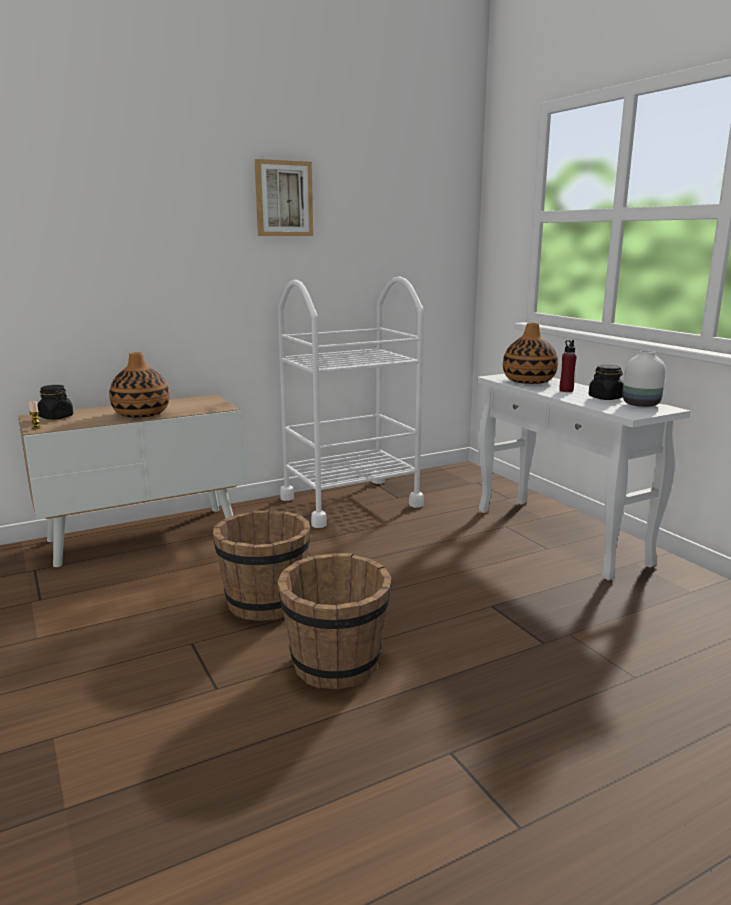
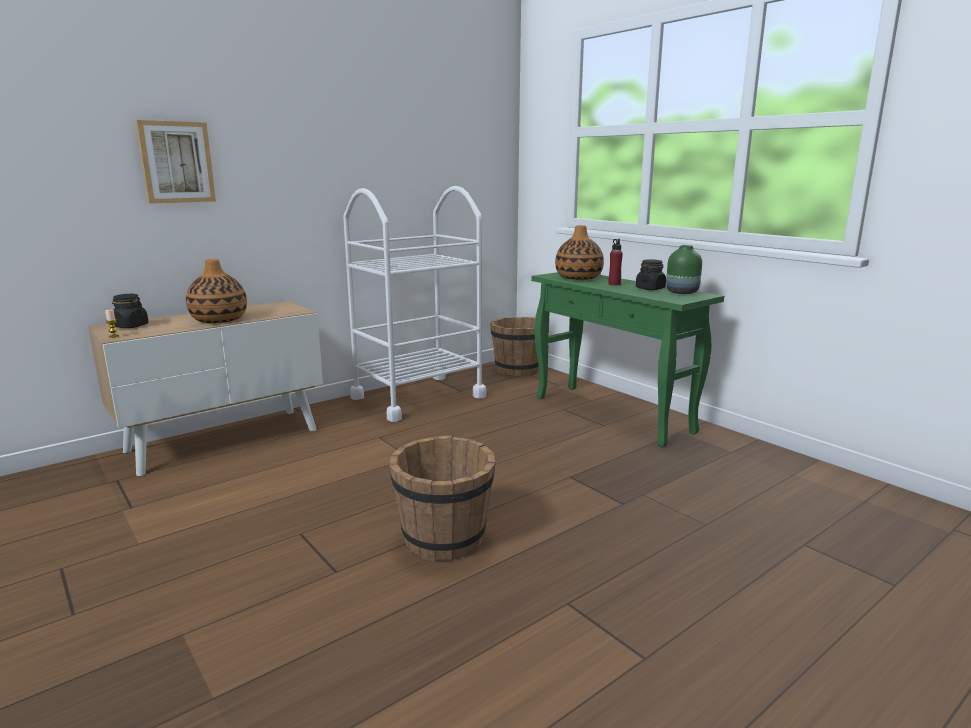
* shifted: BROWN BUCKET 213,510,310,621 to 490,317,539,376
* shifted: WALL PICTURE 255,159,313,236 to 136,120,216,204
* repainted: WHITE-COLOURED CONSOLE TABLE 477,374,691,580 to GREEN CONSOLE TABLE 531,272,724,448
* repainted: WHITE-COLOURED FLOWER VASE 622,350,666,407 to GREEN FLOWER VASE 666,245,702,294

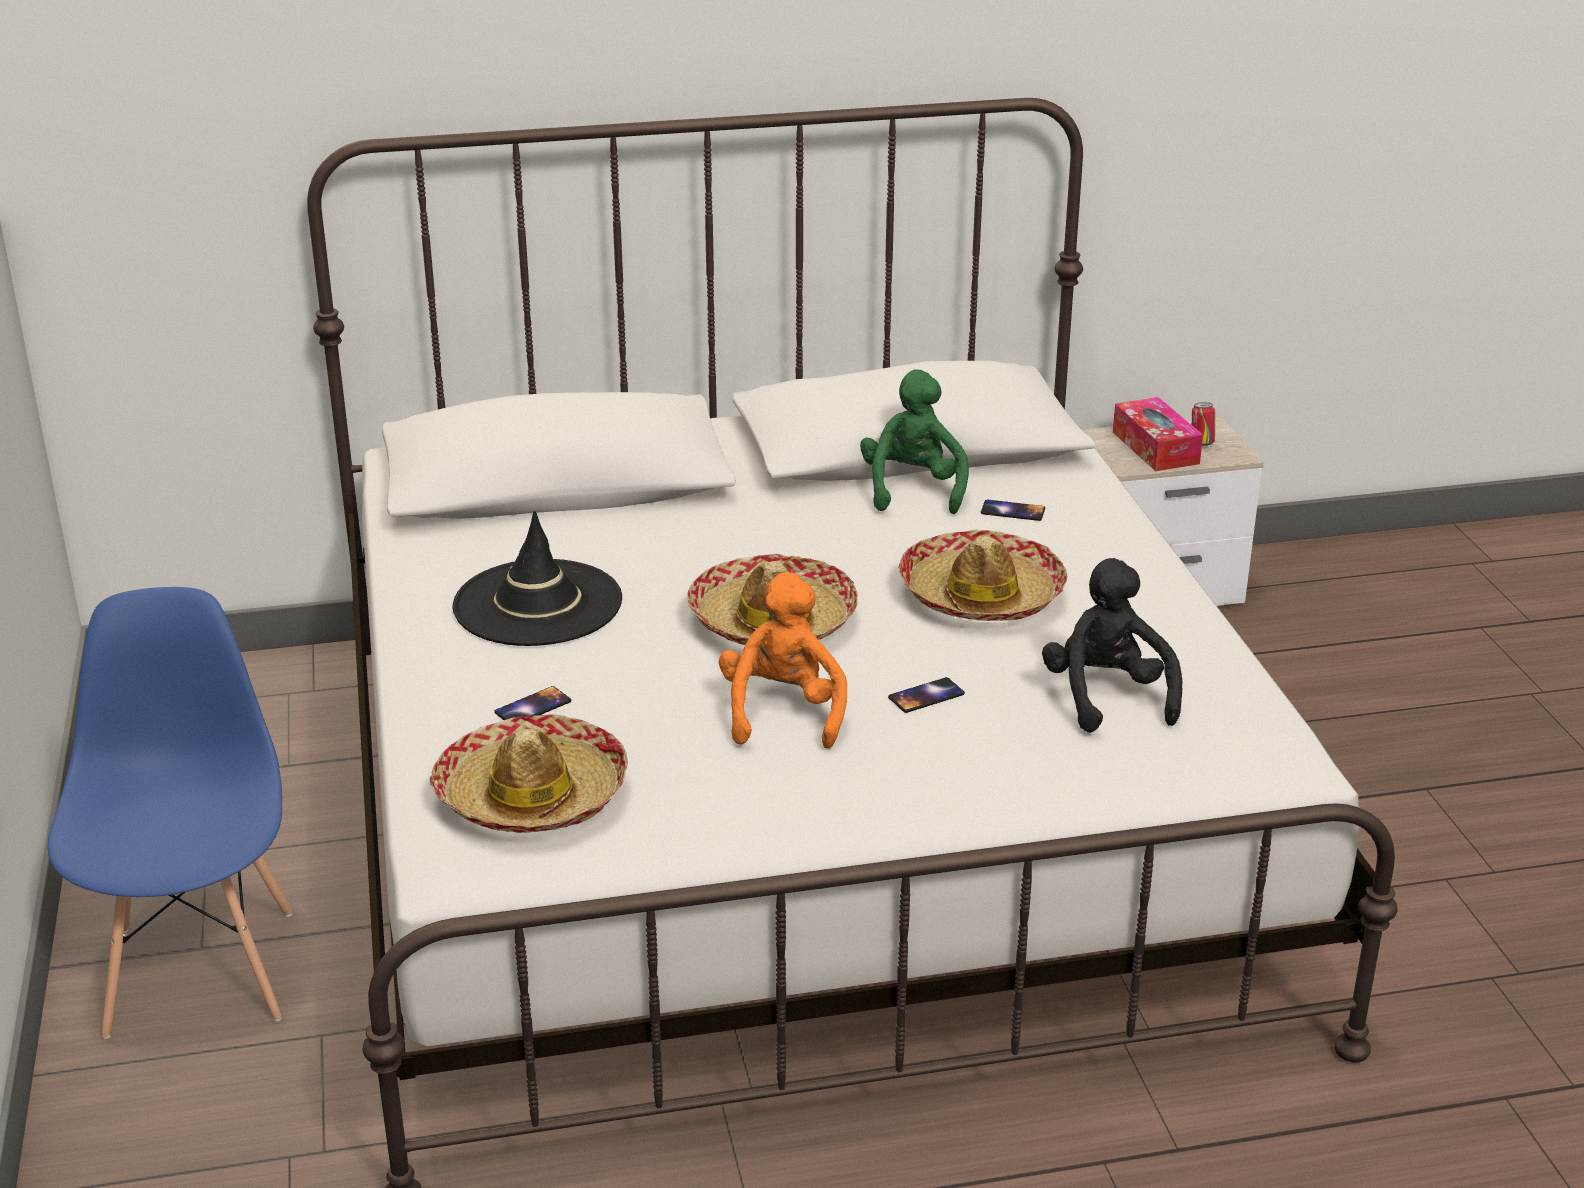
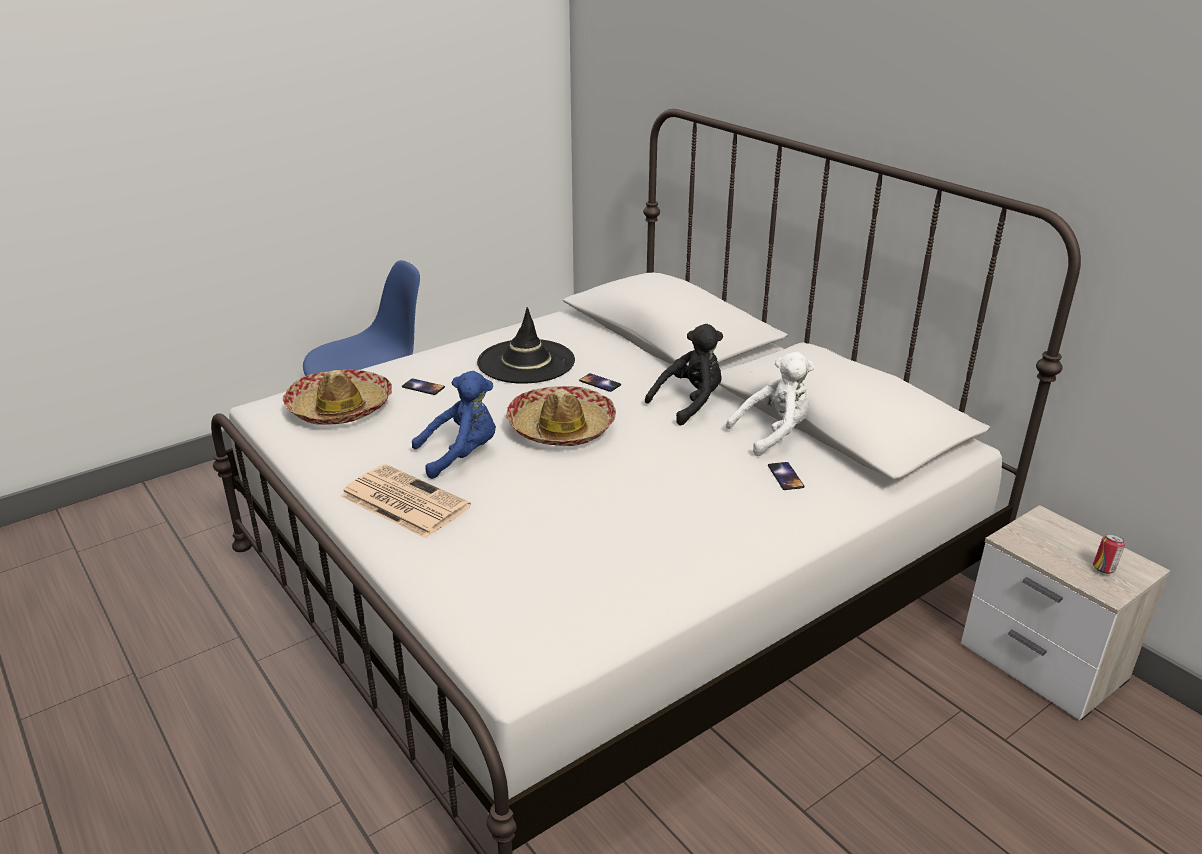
* gone: HAT 898,530,1067,621
* gone: BOX OF TISSUES 1113,397,1203,471
* new: NEWSPAPER 340,464,471,538
* shifted: TELEPHONE 888,677,965,713 to 579,373,621,392
* shifted: BLACKISH SOFT TOY 1042,558,1183,733 to 645,324,723,425
* repainted: ORANGE-COLOURED SOFT TOY 719,572,847,749 to BLUE SOFT TOY 412,371,496,479
* repainted: GREEN SOFT TOY 860,369,969,514 to WHITE-COLOURED SOFT TOY 726,352,815,456

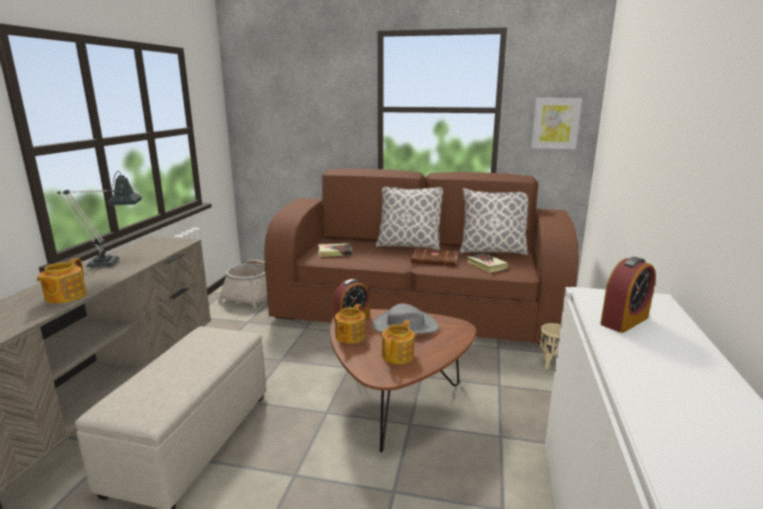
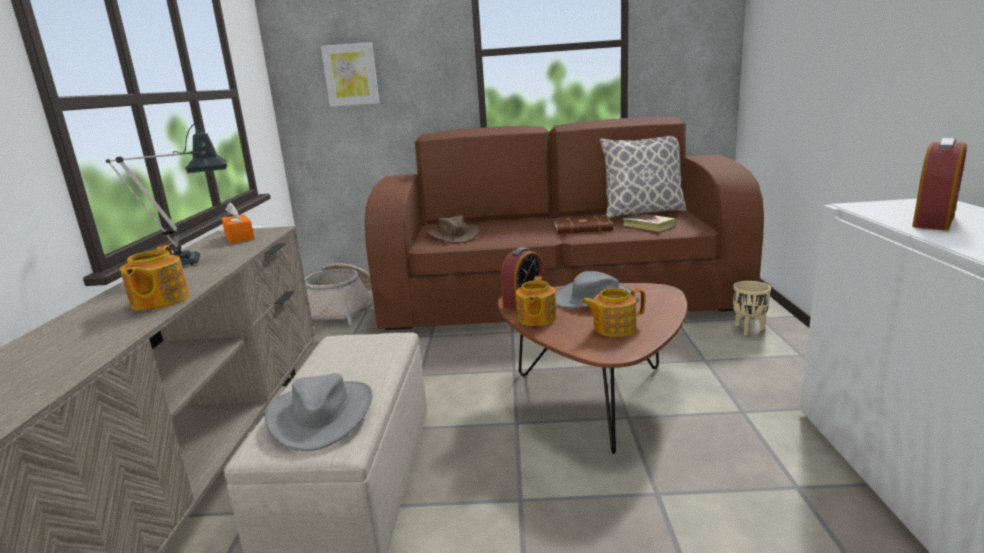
* gone: THROW PILLOW 376,187,443,250
* new: ORANGE-COLOURED BOX OF TISSUES 221,202,255,243
* new: GREYISH HAT 265,373,372,451
* shifted: WALL PICTURE 531,98,582,149 to 321,42,379,107
* swapped: VOLUME 318,243,352,257 to BROWN HAT 426,215,480,243
* rotated: TEAPOT 382,320,414,364 = 582,288,645,337 120 degrees counterclockwise

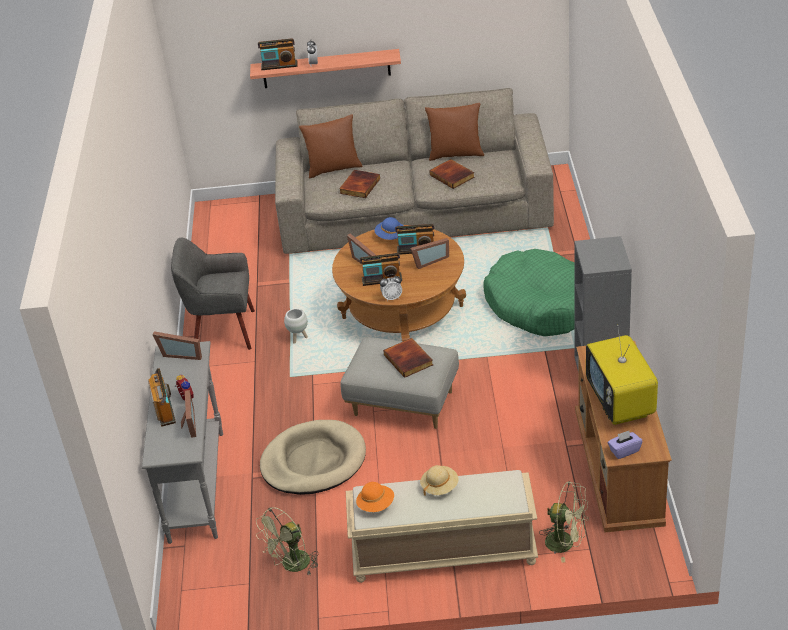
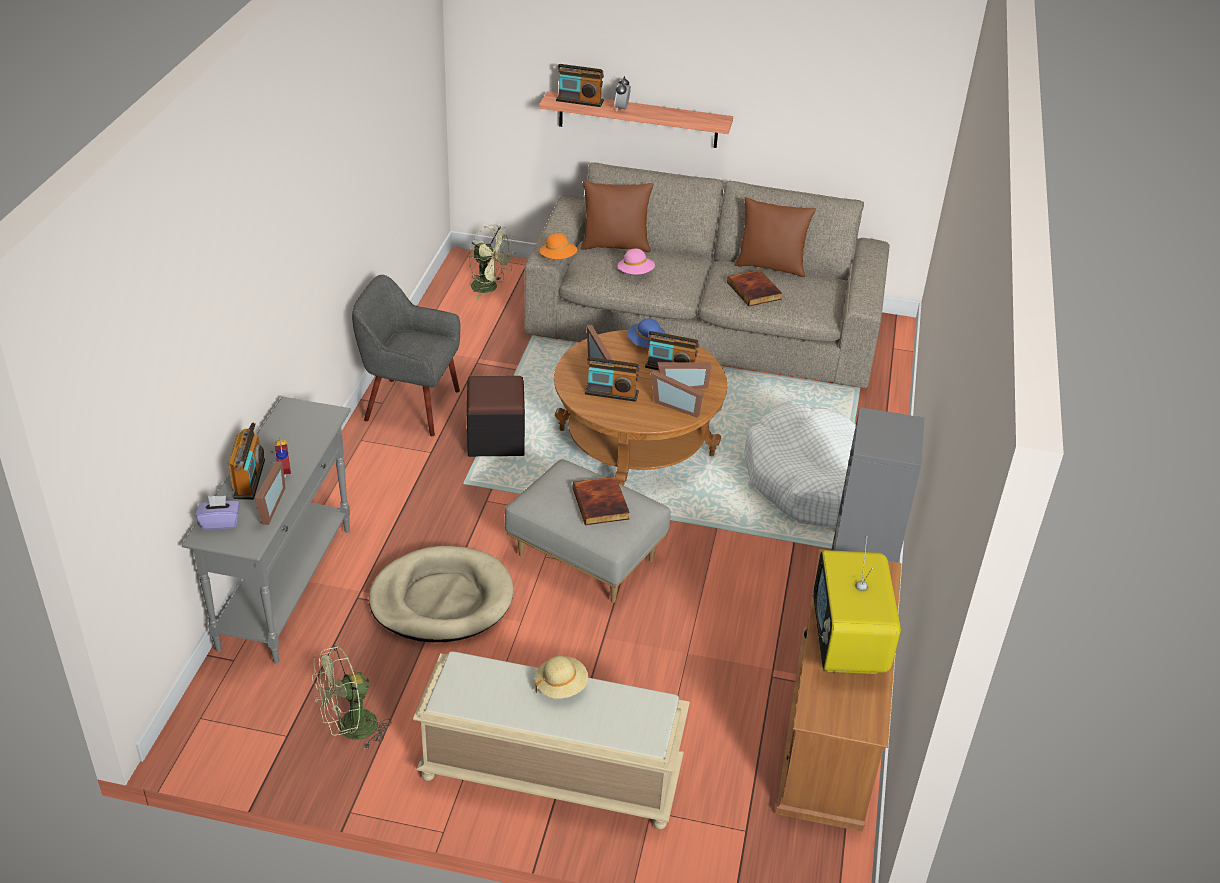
* gone: TABLE CLOCK 380,274,402,301
* shifted: STANDING FRAME 152,331,202,360 to 651,370,703,418
* shifted: ORANGE-COLOURED HAT 356,482,394,512 to 540,233,578,259
* shifted: GREEN COOLING FAN 539,481,589,563 to 469,224,517,299
* shifted: PURPLE BOX OF TISSUES 608,431,643,459 to 196,496,240,530
* swapped: WHITE-COLOURED PLANTER 284,308,308,344 to BLACKISH FOOTREST 467,376,525,457
* swapped: VOLUME 339,170,380,198 to PINKISH HAT 618,248,655,275
* repainted: GREEN DOG BED 483,249,574,336 to WHITE-COLOURED DOG BED 744,404,856,527

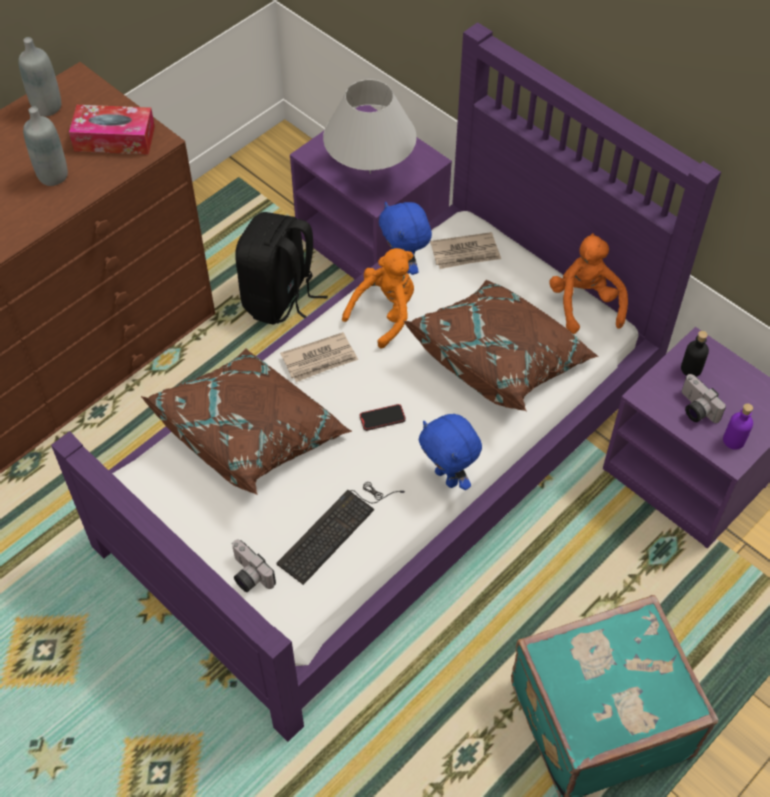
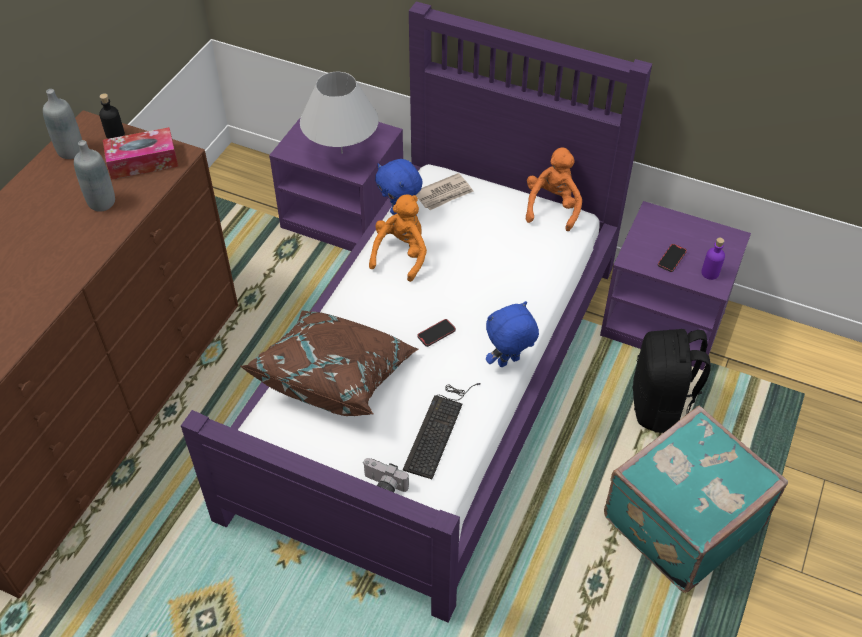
* gone: NEWSPAPER 280,332,358,382
* gone: BROWN THROW PILLOW 403,279,599,411
* shifted: BLACKISH RUCKSACK 235,212,328,324 to 633,329,711,433
* shifted: BLACKISH DRINK BOTTLE 681,331,709,377 to 99,93,125,139
* swapped: PHOTO CAMERA 682,374,726,423 to TELEPHONE 658,244,687,272
* rotated: BLUE SOFT TOY 418,414,482,490 = 486,301,539,367 120 degrees clockwise
* rotated: ORANGE-COLOURED SOFT TOY 549,233,628,334 = 526,147,582,231 45 degrees clockwise

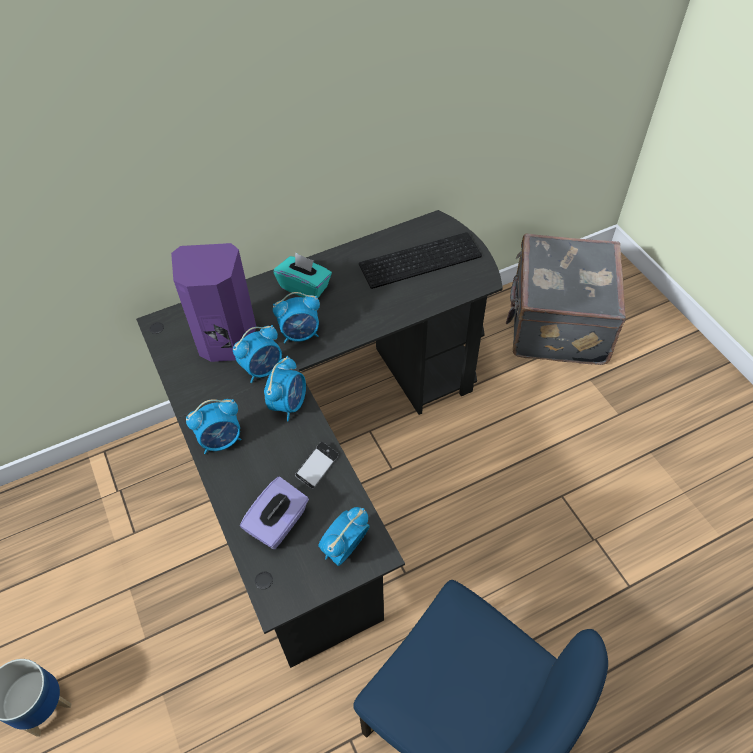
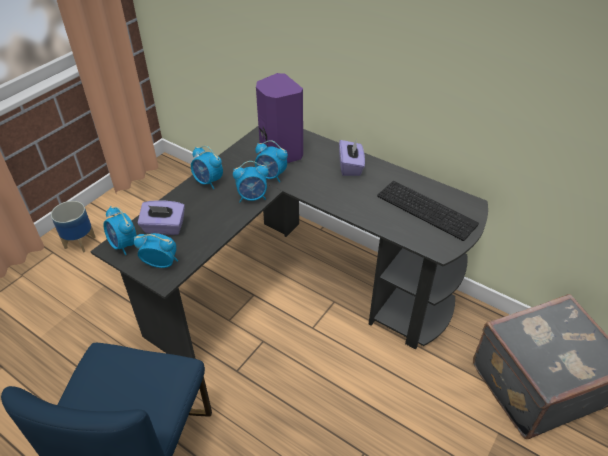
* gone: TELEPHONE 295,442,339,489
* shifted: TABLE CLOCK 273,292,320,344 to 103,206,137,255
* repainted: TURQUOISE-COLOURED BOX OF TISSUES 273,252,332,298 to PURPLE BOX OF TISSUES 339,139,365,176

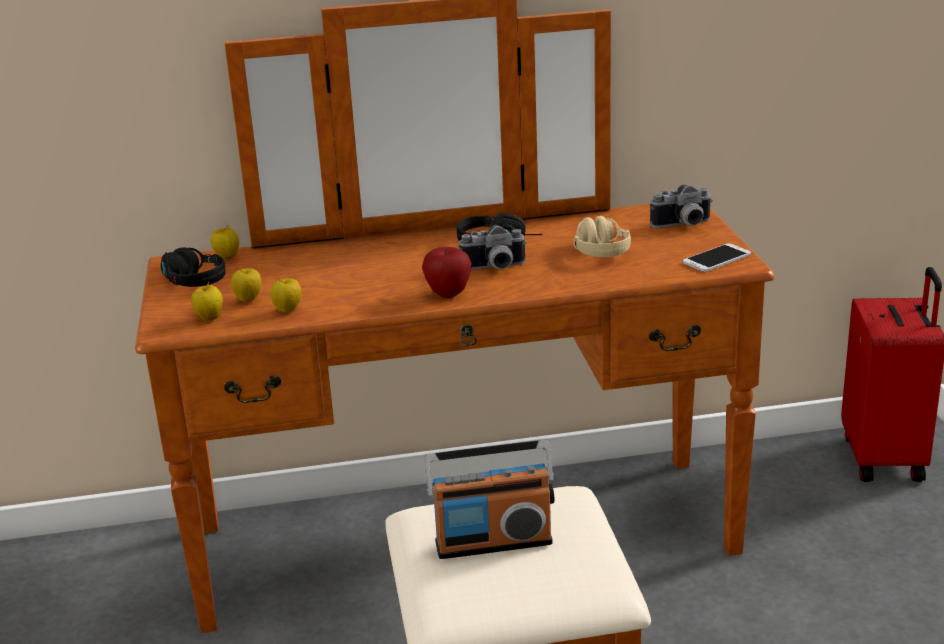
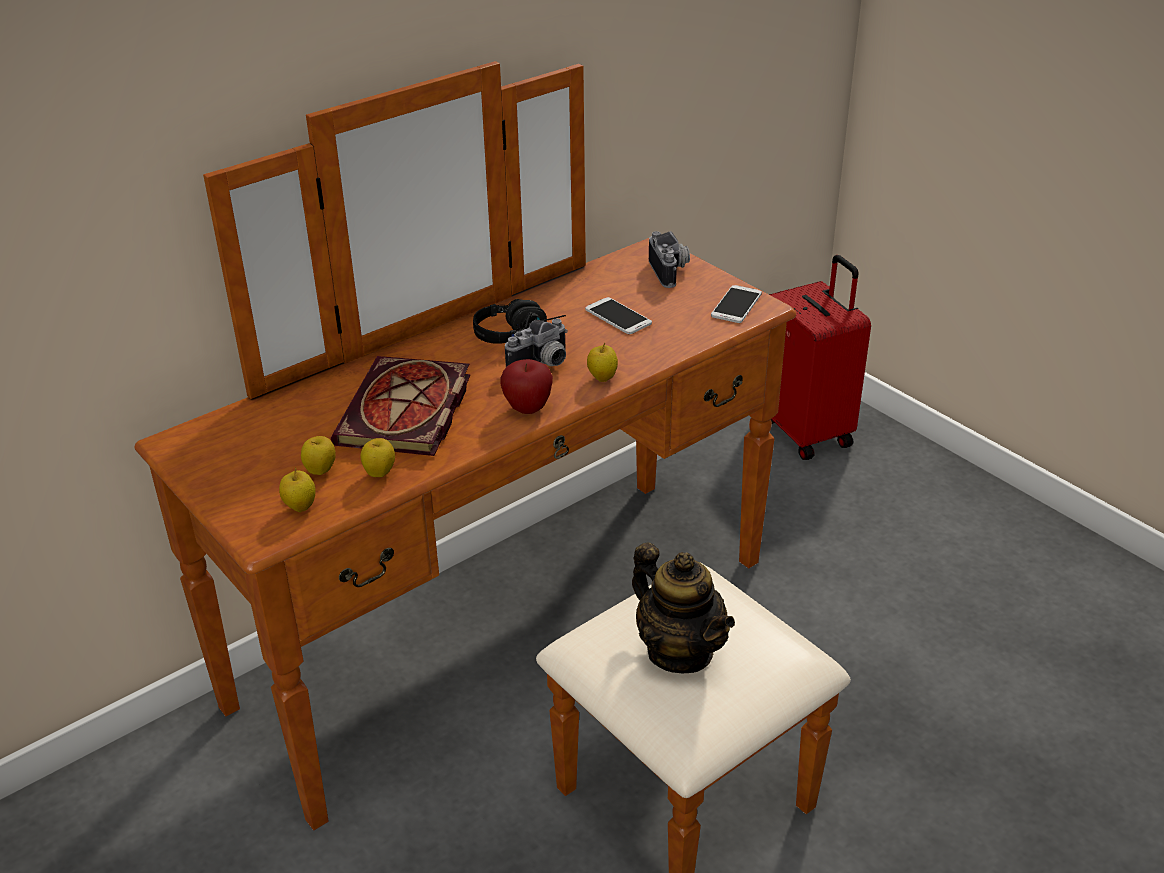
* gone: BLACKISH HEADPHONES 161,247,226,287
* new: VOLUME 331,356,470,456
* shifted: APPLE 211,225,239,260 to 587,342,618,382
* swapped: RADIO RECEIVER 425,440,554,559 to TEAPOT 632,542,735,673
* swapped: SAND-COLOURED HEADPHONES 574,216,631,257 to TELEPHONE 585,297,652,334
* rotated: PHOTO CAMERA 650,185,713,228 = 649,231,690,288 60 degrees counterclockwise

